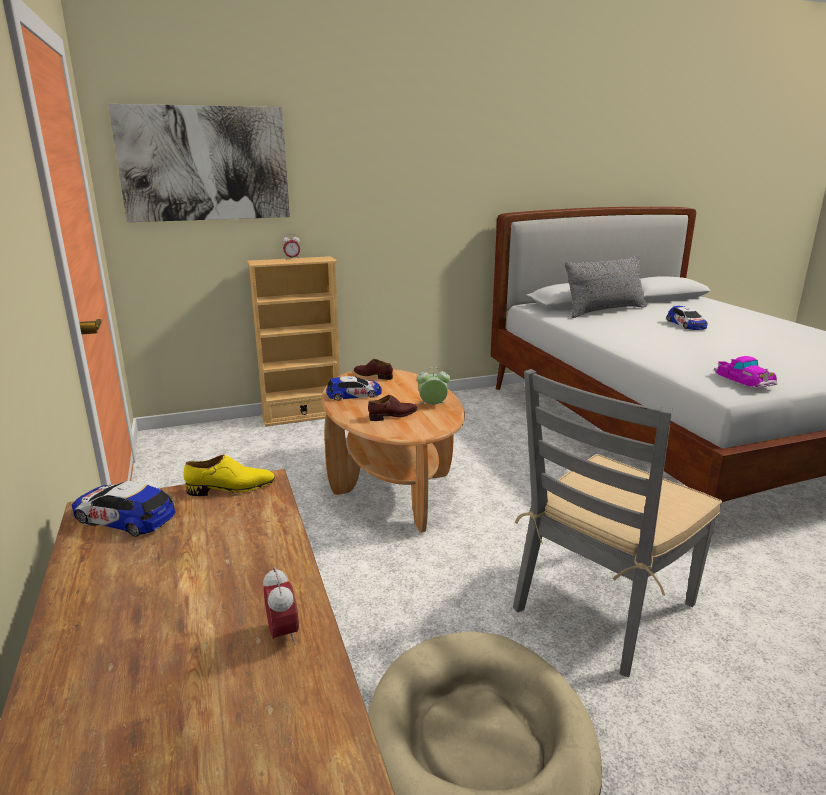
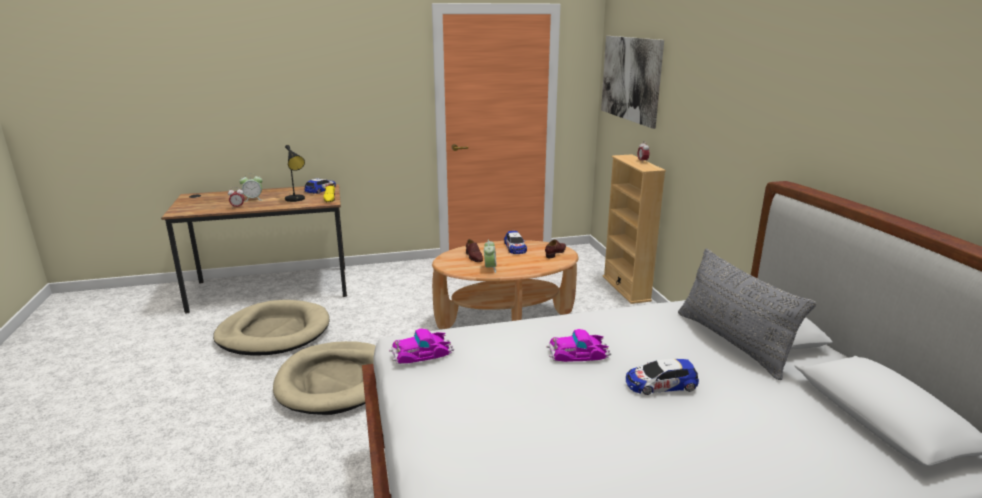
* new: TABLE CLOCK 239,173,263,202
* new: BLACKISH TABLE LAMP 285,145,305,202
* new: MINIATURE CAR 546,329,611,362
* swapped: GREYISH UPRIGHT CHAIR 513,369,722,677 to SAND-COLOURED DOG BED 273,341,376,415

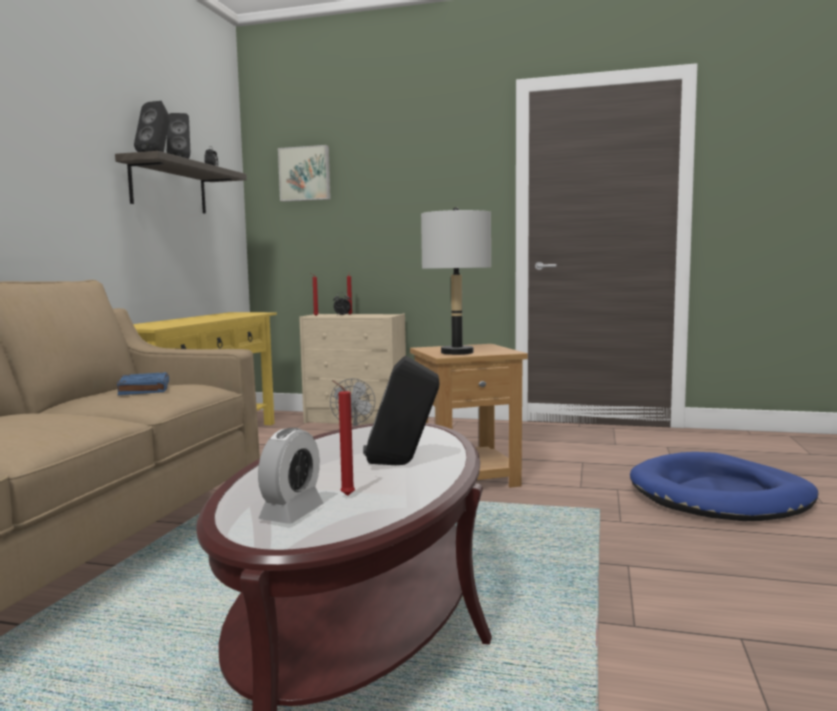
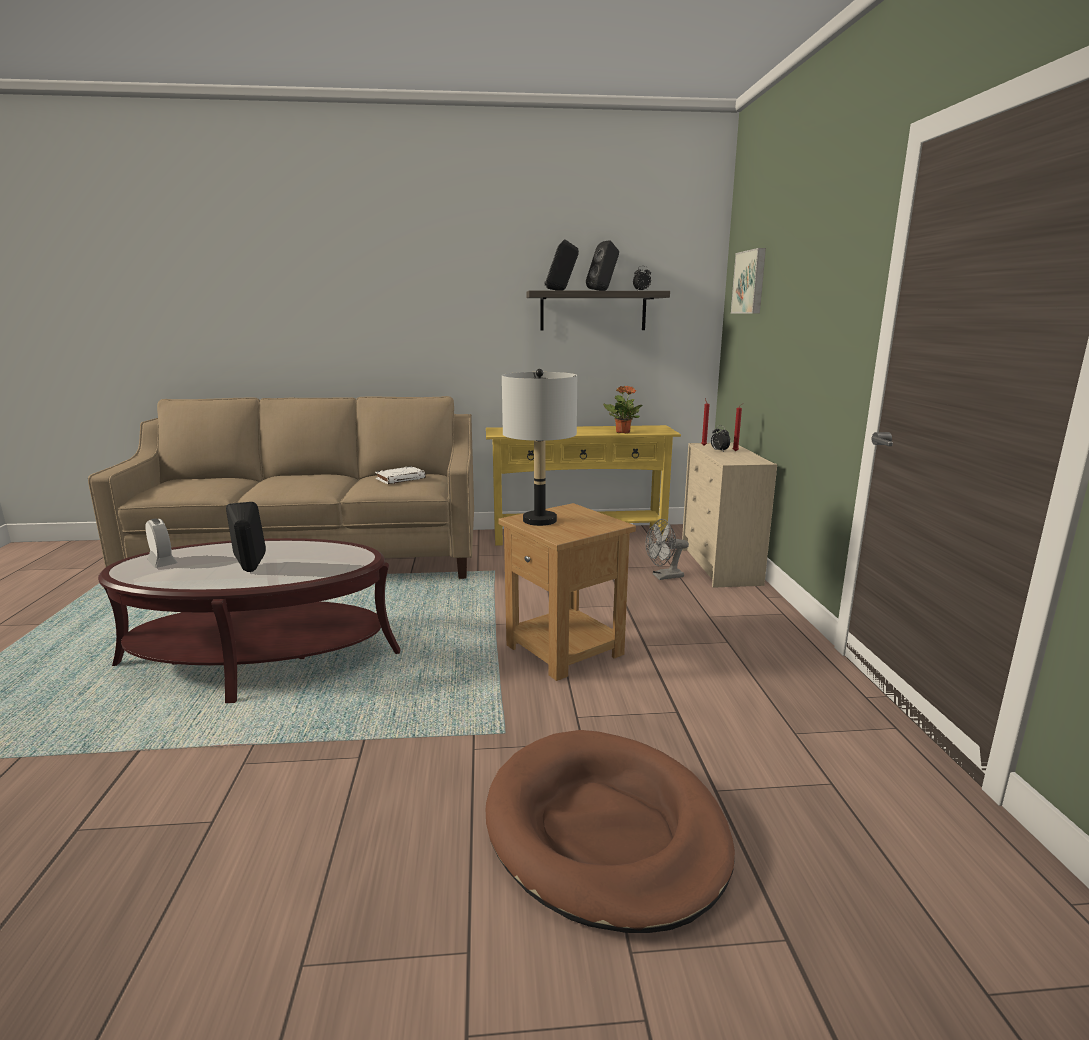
* gone: RED CANDLE 332,380,355,496
* new: HOUSEPLANT 603,386,642,433
* repainted: BLUE VOLUME 117,372,169,395 to WHITE-COLOURED VOLUME 375,466,426,484
* repainted: BLUE DOG BED 630,452,819,521 to BROWN DOG BED 486,730,735,933
* rotated: TABLE CLOCK 258,428,323,524 = 146,518,178,568 135 degrees counterclockwise

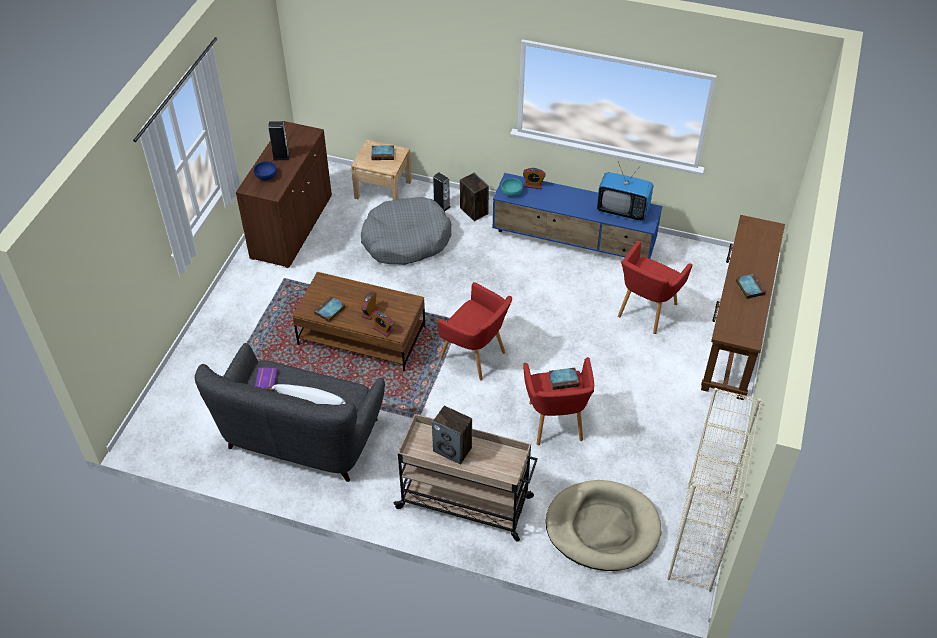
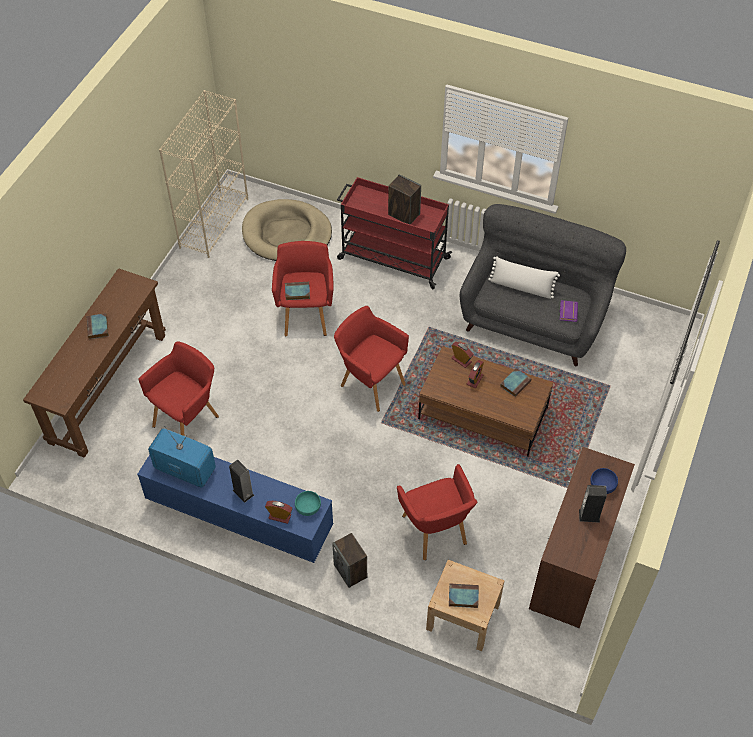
* shifted: LOUDSPEAKER 433,173,450,212 to 229,460,254,503
* swapped: GREYISH DOG BED 361,197,452,265 to RED ARMCHAIR 397,464,477,560
* repainted: SAND-COLOURED WHEELED CART 393,414,538,542 to RED WHEELED CART 337,177,452,289

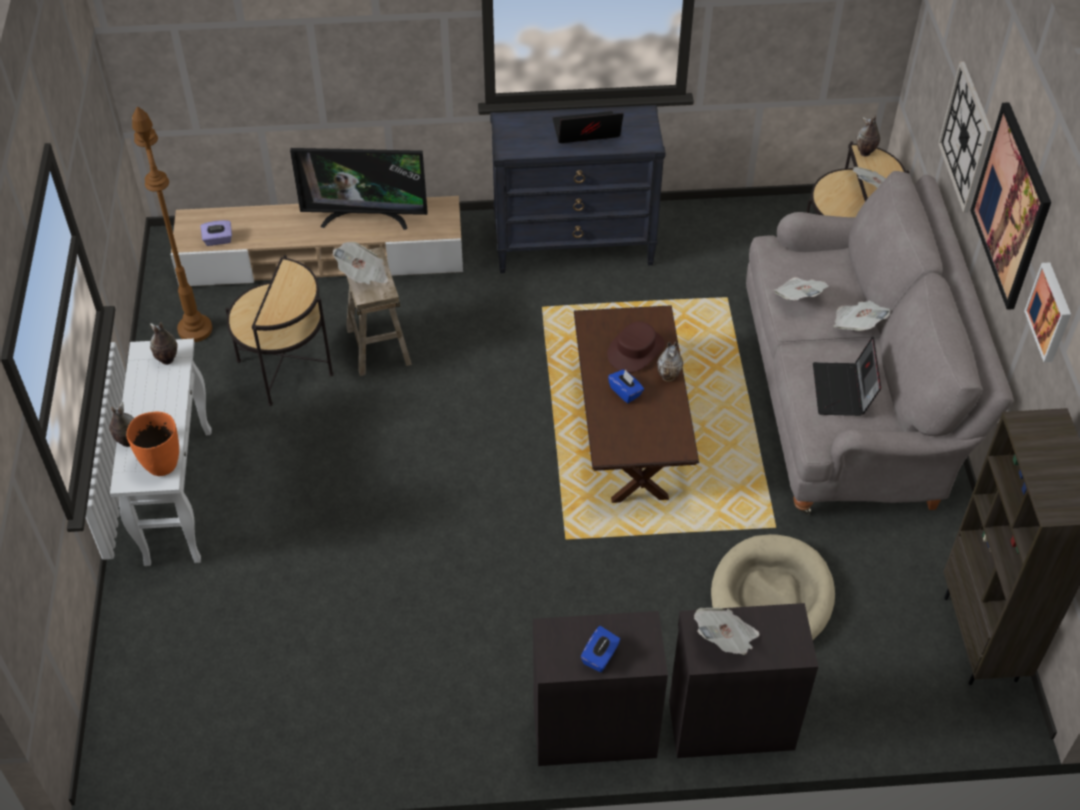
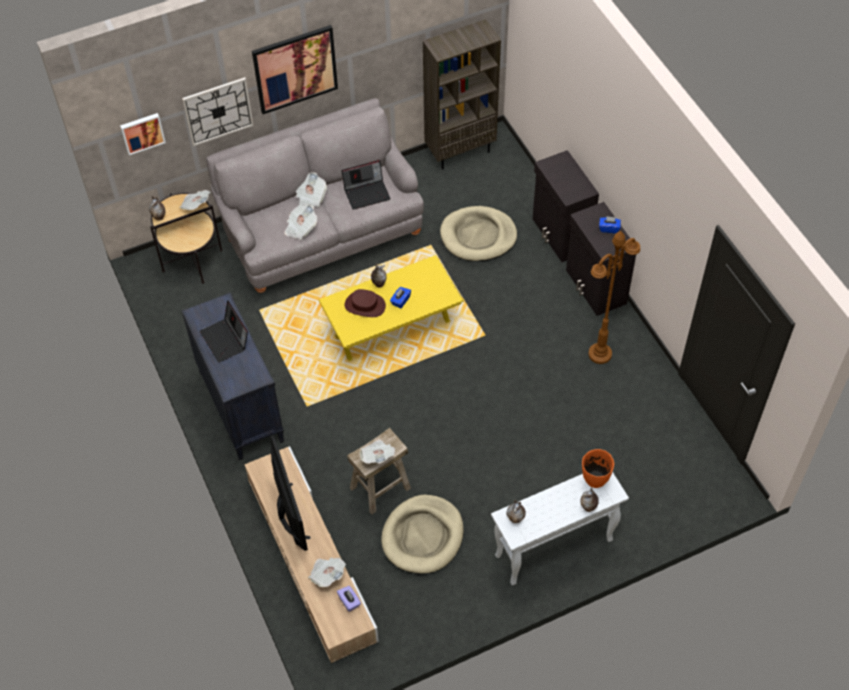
* shifted: BROWN STANDING LAMP 132,106,212,342 to 588,231,640,364
* shifted: NEWSPAPER 694,608,760,655 to 308,557,346,587
* shifted: WALL PICTURE 1024,262,1071,362 to 120,113,166,155
* swapped: ACCENT TABLE 225,255,334,406 to SAND-COLOURED DOG BED 381,495,464,574
* repainted: BROWN LOW TABLE 574,305,699,503 to YELLOWISH LOW TABLE 319,255,464,361

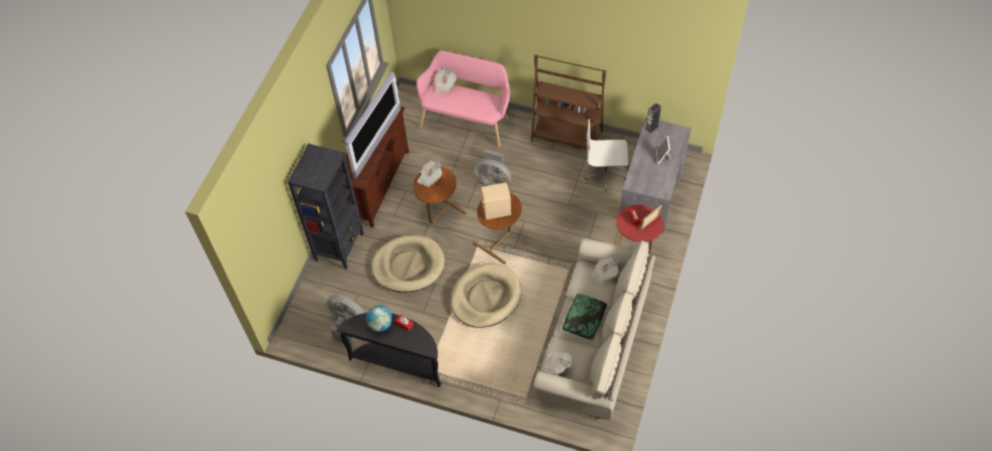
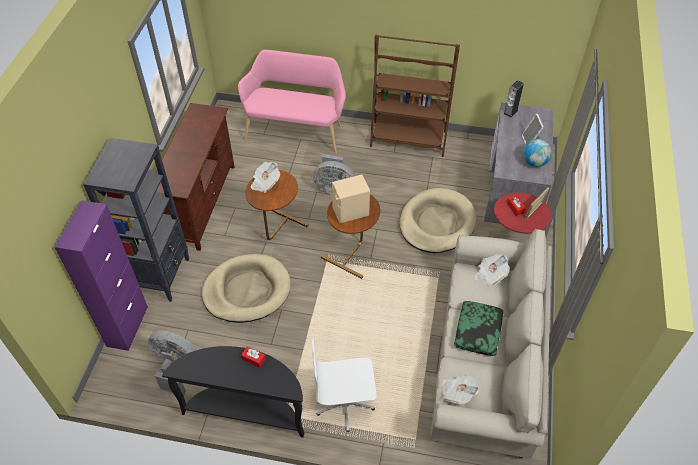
* gone: TELEVISION 345,71,401,179
* gone: NEWSPAPER 434,68,456,93
* new: PURPLE CUPBOARD 55,200,148,351
* shifted: WORLD GLOBE 366,305,392,332 to 523,139,552,167
* shifted: SAND-COLOURED DOG BED 451,263,522,328 to 400,188,476,253
* shifted: WHITE-COLOURED OFFICE CHAIR 585,119,628,191 to 312,339,377,432

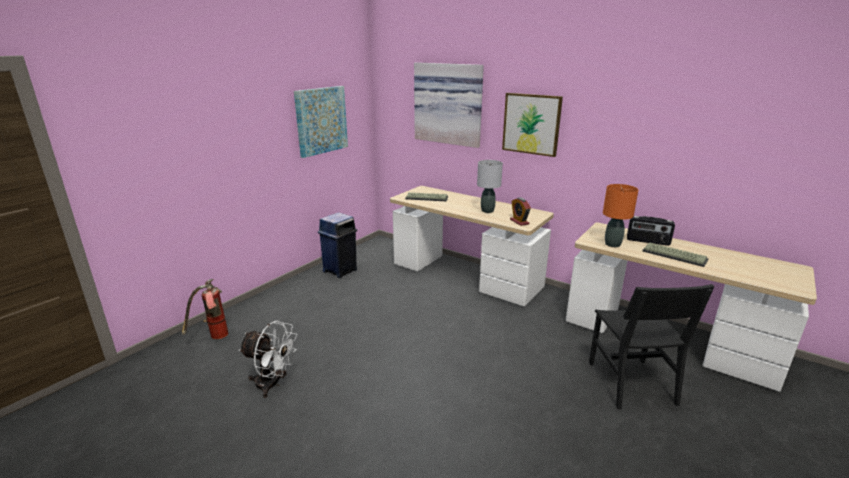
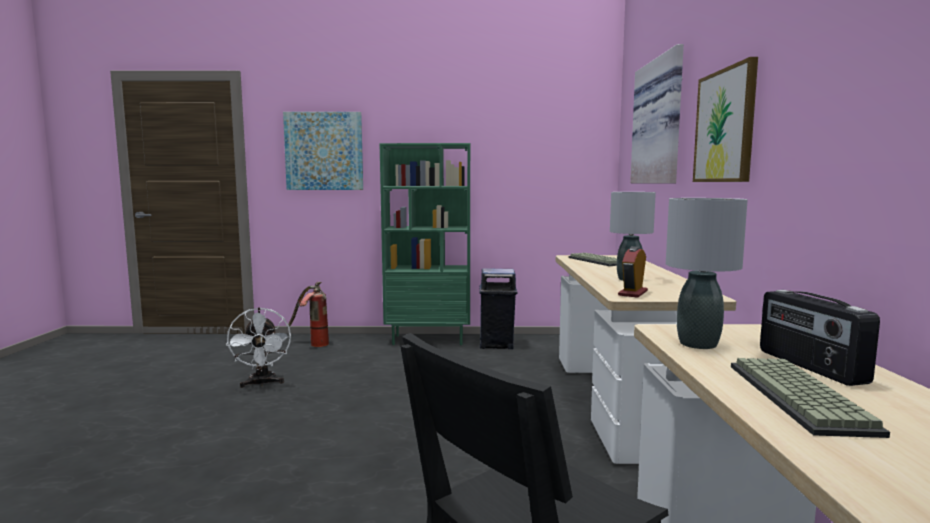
* new: GREEN BOOKSHELF 380,143,470,345
* shifted: WALL PICTURE 294,86,348,158 to 283,112,363,190
* repainted: ORANGE-COLOURED TABLE LAMP 603,184,638,247 to GREYISH TABLE LAMP 666,198,748,349

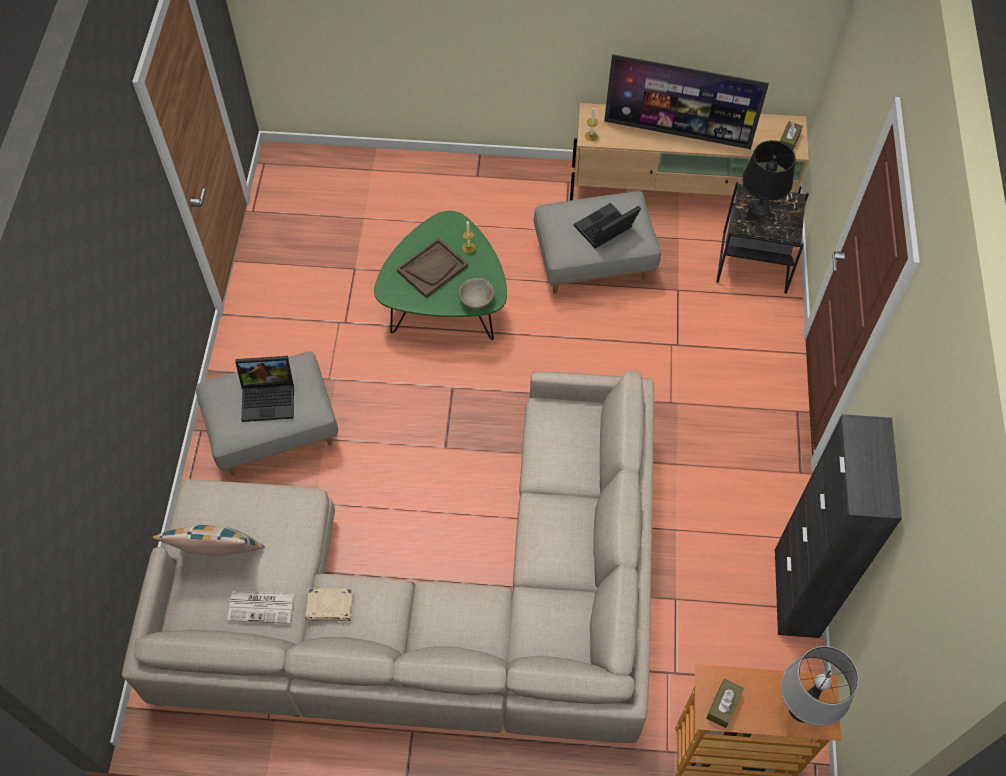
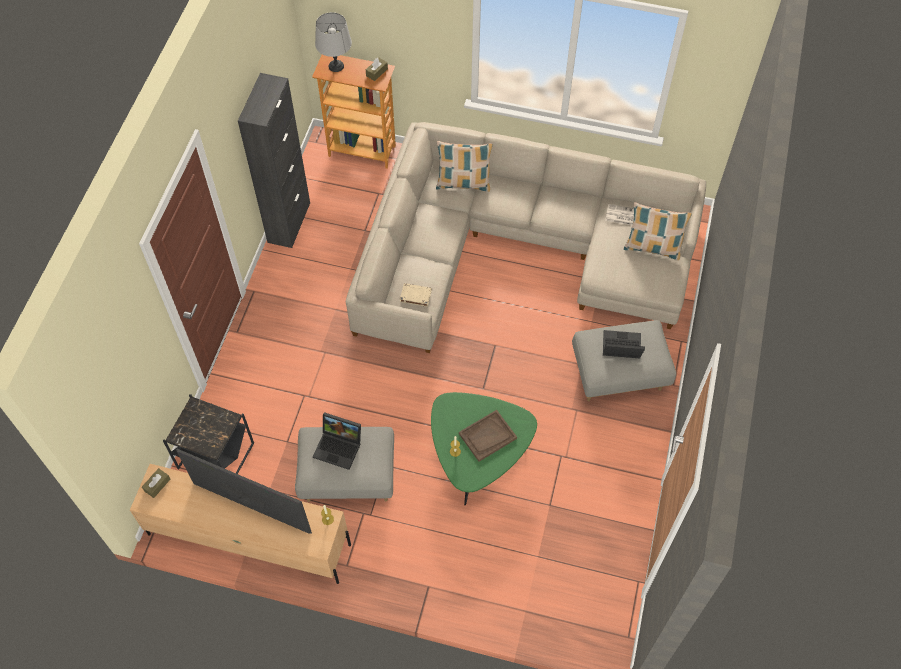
* gone: SAND-COLOURED BOWL 459,278,494,310
* gone: BLACKISH TABLE LAMP 742,140,796,217
* new: THROW PILLOW 436,141,493,192
* shifted: SAND-COLOURED VOLUME 306,588,353,622 to 400,283,432,307
* rotated: PORTABLE COMPUTER 574,203,641,248 = 313,412,361,470 45 degrees clockwise

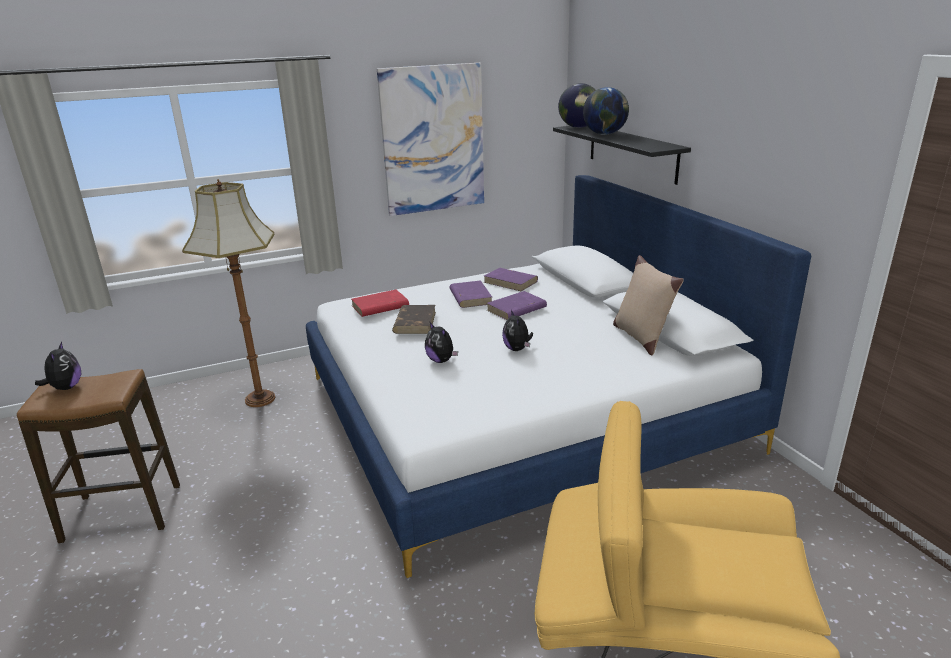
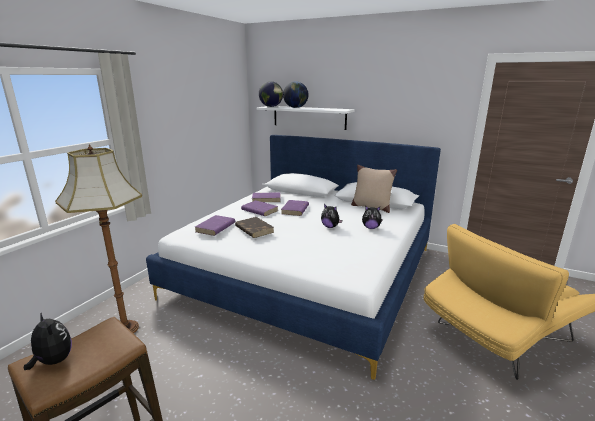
* gone: WALL PICTURE 377,63,484,216
* shifted: SOFT TOY 425,322,458,363 to 362,206,383,229
* repainted: RED VOLUME 351,290,409,317 to PURPLE VOLUME 195,215,235,236
* repainted: BLACKISH SHELF 553,126,691,185 to WHITE-COLOURED SHELF 257,106,355,130

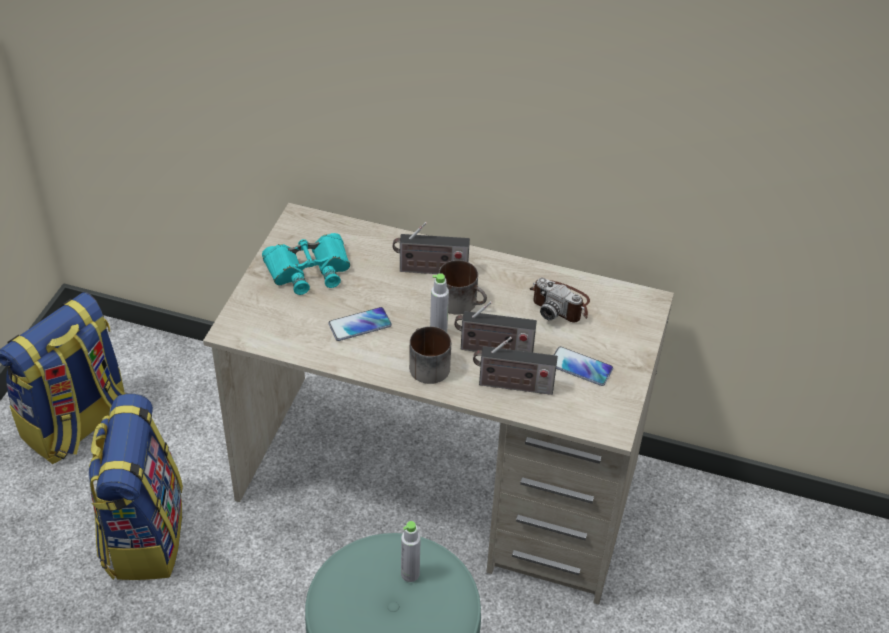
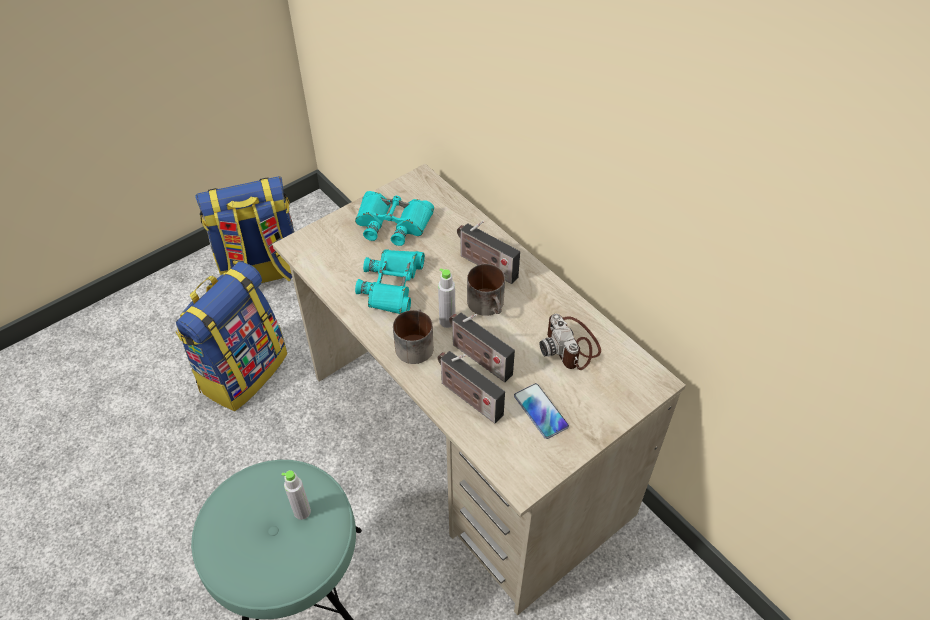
* swapped: TELEPHONE 328,307,392,341 to TURQUOISE-COLOURED BINOCULARS 355,249,425,314

